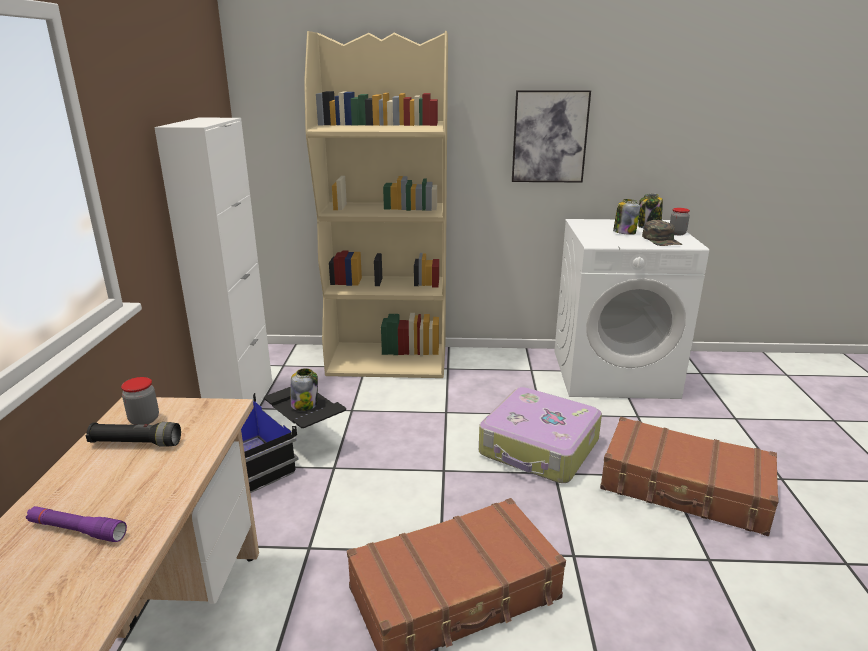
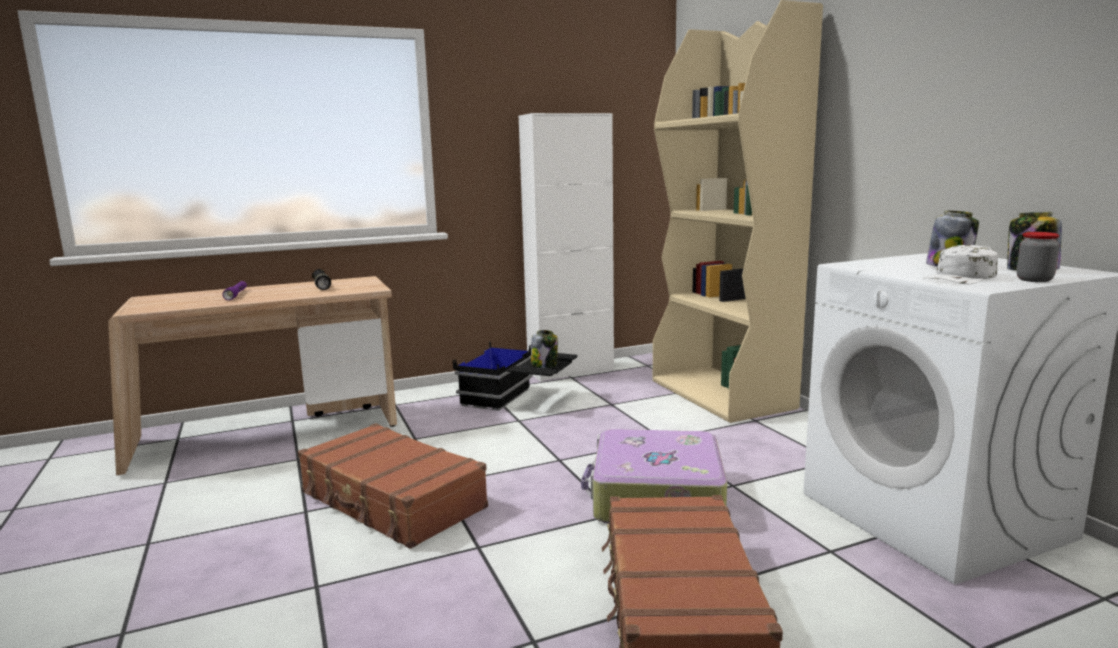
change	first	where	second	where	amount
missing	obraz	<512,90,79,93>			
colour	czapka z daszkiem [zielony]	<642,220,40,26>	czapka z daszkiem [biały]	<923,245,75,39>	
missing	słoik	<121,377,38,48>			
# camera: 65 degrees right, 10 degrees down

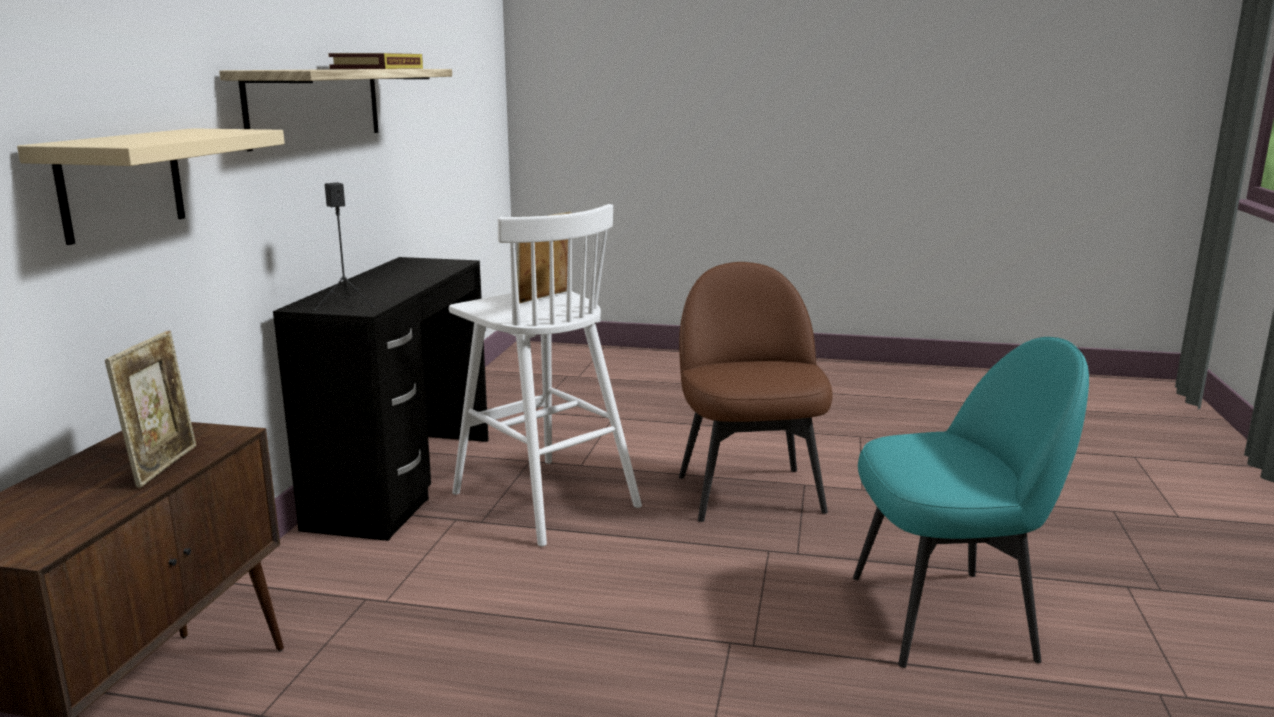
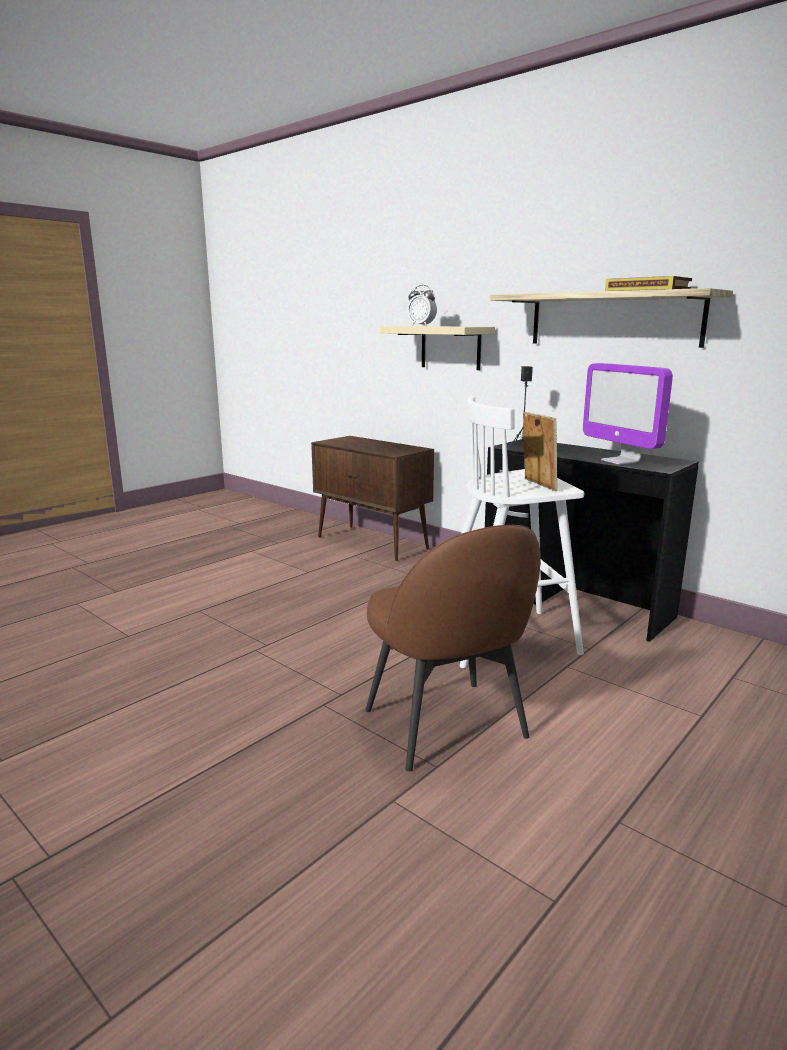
change	first	where	second	where	amount
spun	krzesło [brązowy]	<679,262,154,260>		<365,525,176,247>	45 degrees clockwise
missing	ramka na zdjęcie	<105,330,91,158>			
missing	krzesło [turkusowy]	<853,337,236,331>			
appeared			budzik	<407,285,30,41>	
appeared			monitor	<583,363,90,102>	
# camera: 120 degrees right, 0 degrees up

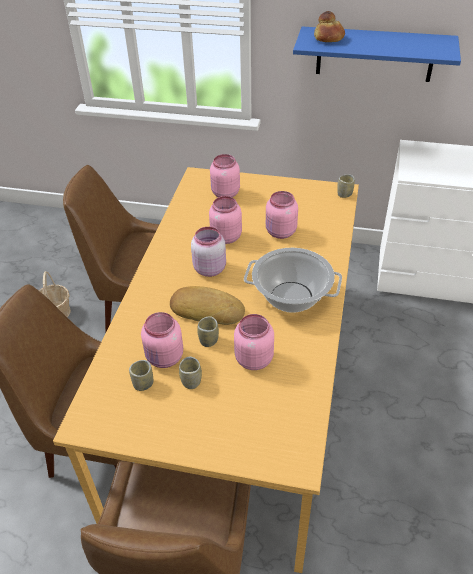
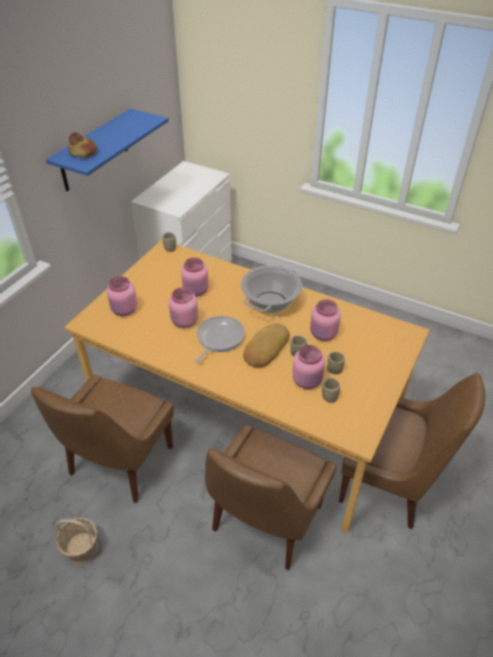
change	first	where	second	where	amount
exchanged	słoik [różowy]	<191,227,35,50>	patelnia	<195,316,50,48>	
# camera: 75 degrees left, 0 degrees up

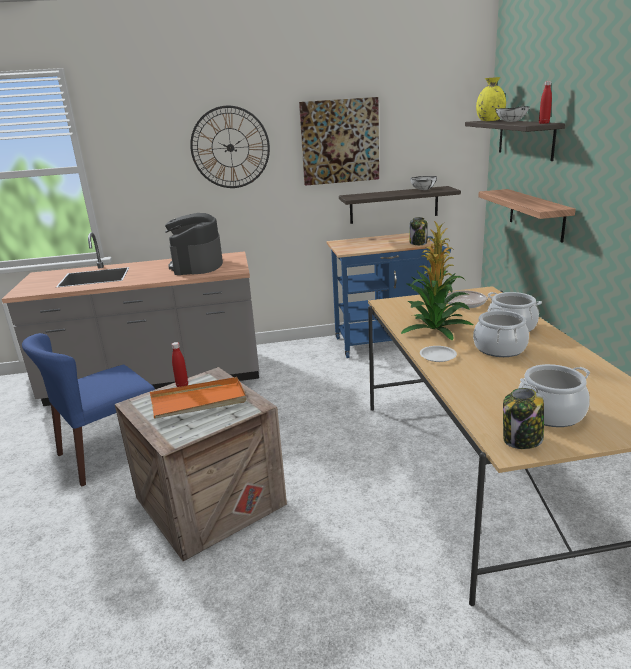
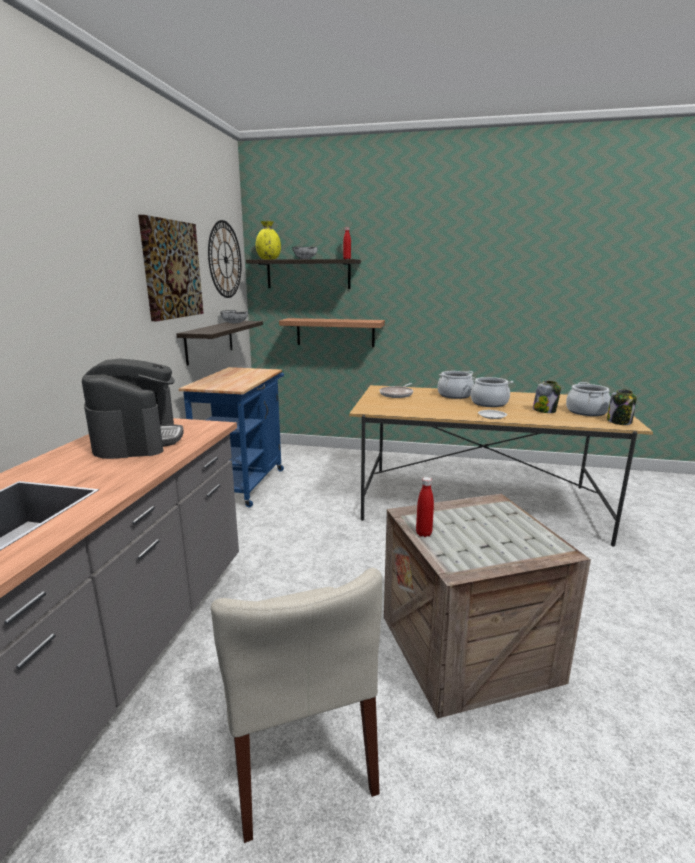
change	first	where	second	where	amount
relocated	zegar ścienny	<190,106,80,82>		<208,220,33,78>	
spun	ekspres do kawy	<165,213,58,62>		<82,359,102,100>	120 degrees counterclockwise
relocated	słoik	<409,217,19,28>		<533,381,28,32>	
missing	roślina doniczkowa	<401,221,72,120>			
colour	krzesło [niebieski]	<22,333,133,154>	krzesło [beżowy]	<211,568,171,275>	
missing	taca [pomarańczowy]	<150,377,97,42>			
# camera: 70 degrees left, 5 degrees down

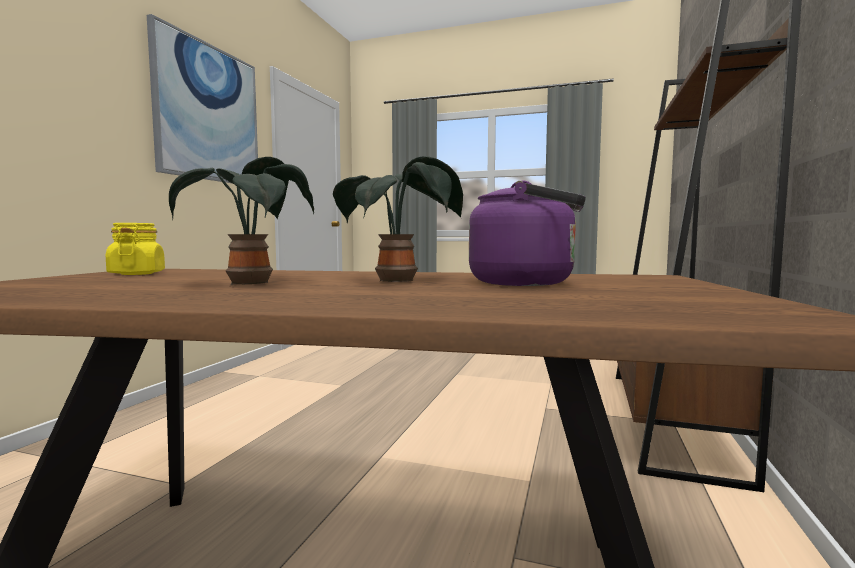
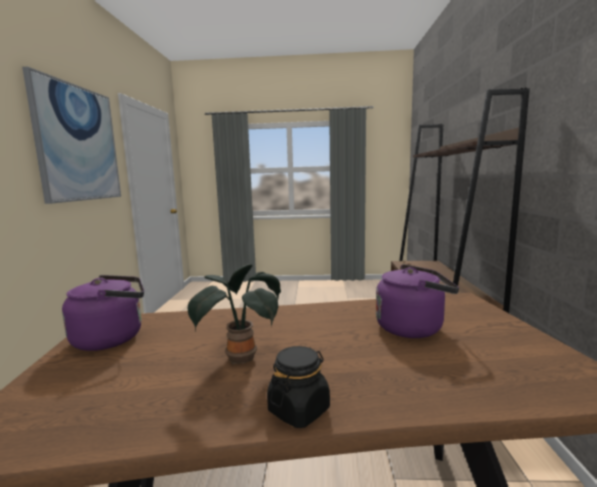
change	first	where	second	where	amount
missing	roślina doniczkowa	<333,157,130,125>			
exchanged	słoik [żółty]	<106,223,59,52>	czajnik [fioletowy]	<62,275,82,76>	
appeared			słoik [czarny]	<267,346,63,82>	
# camera: 15 degrees left, 5 degrees up

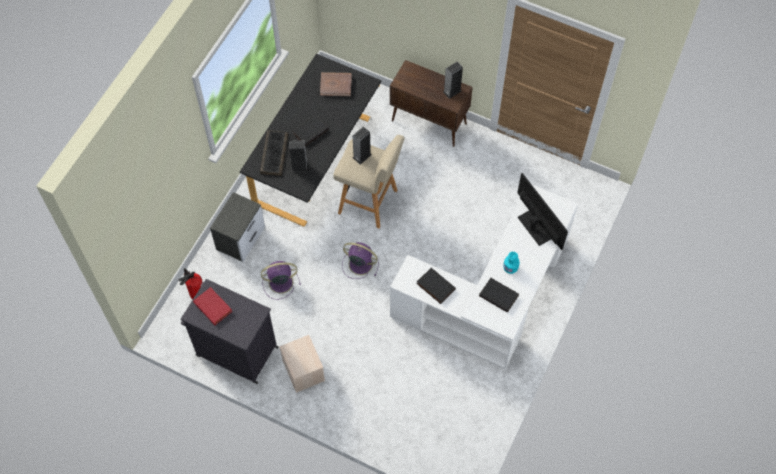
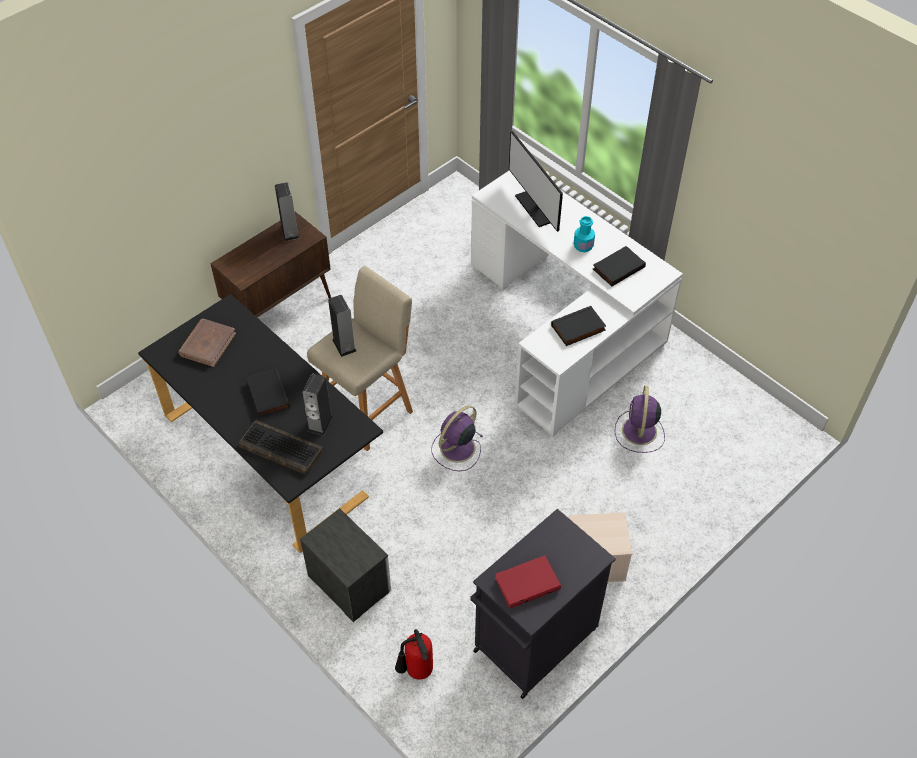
change	first	where	second	where	amount
spun	monitor	<517,173,51,77>		<509,131,54,101>	105 degrees counterclockwise
relocated	wentylator [fioletowy]	<261,261,40,39>		<615,385,50,68>	
# camera: 70 degrees left, 10 degrees down

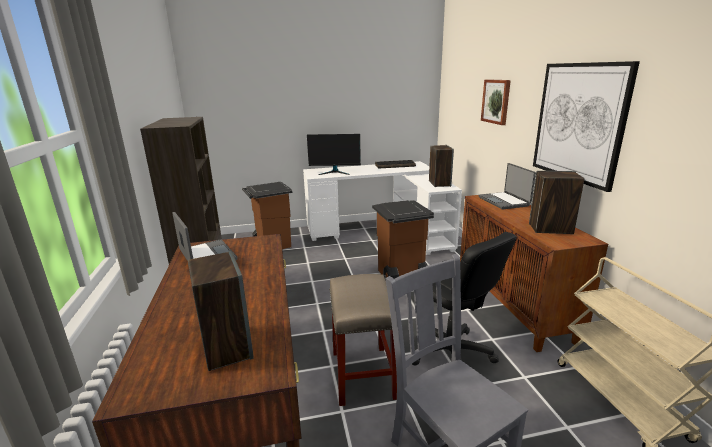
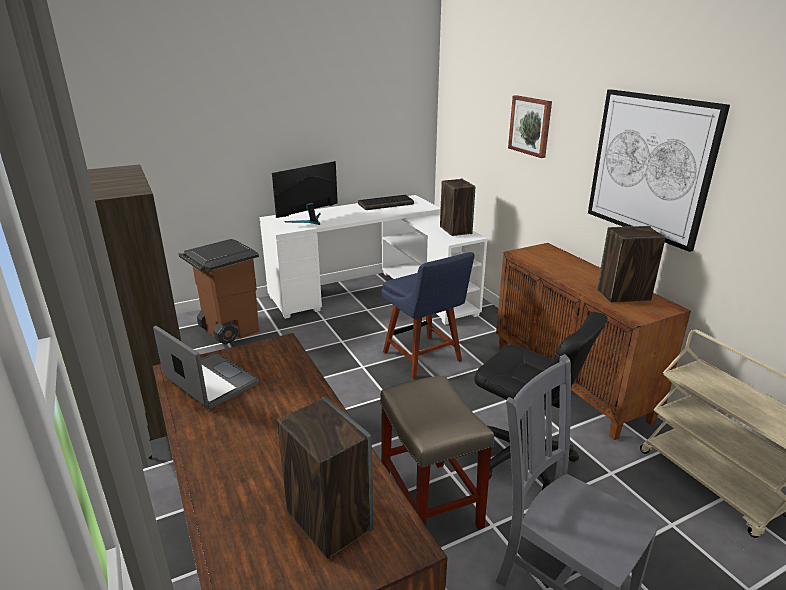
change	first	where	second	where	amount
spun	monitor	<307,134,54,41>		<272,161,66,64>	150 degrees clockwise
missing	laptop	<478,163,58,46>			
exchanged	kosz na śmieci [brązowy]	<372,200,62,81>	krzesło [niebieski]	<381,252,94,127>	
# camera: 15 degrees left, 5 degrees up

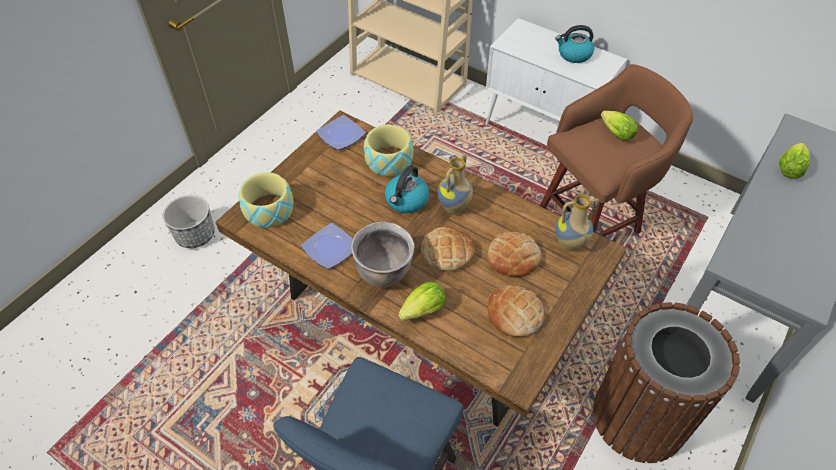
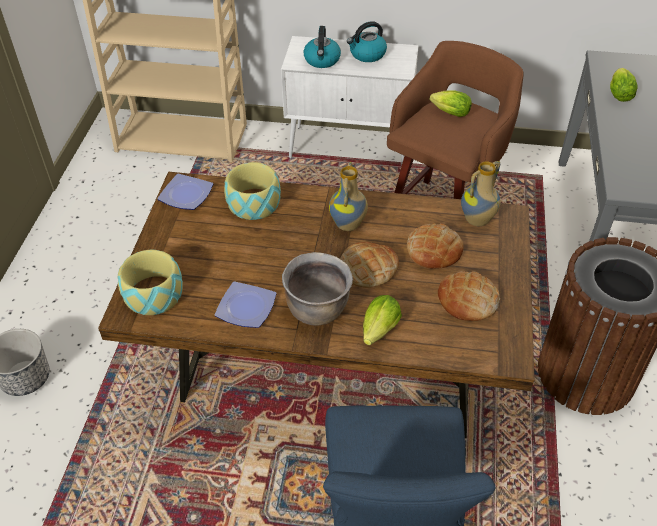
change	first	where	second	where	amount
relocated	czajnik	<385,165,44,48>		<304,26,37,42>	
# camera: 25 degrees left, 5 degrees down

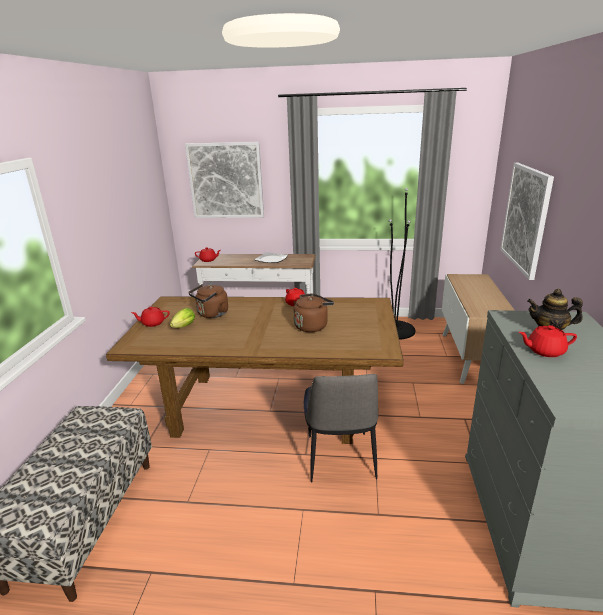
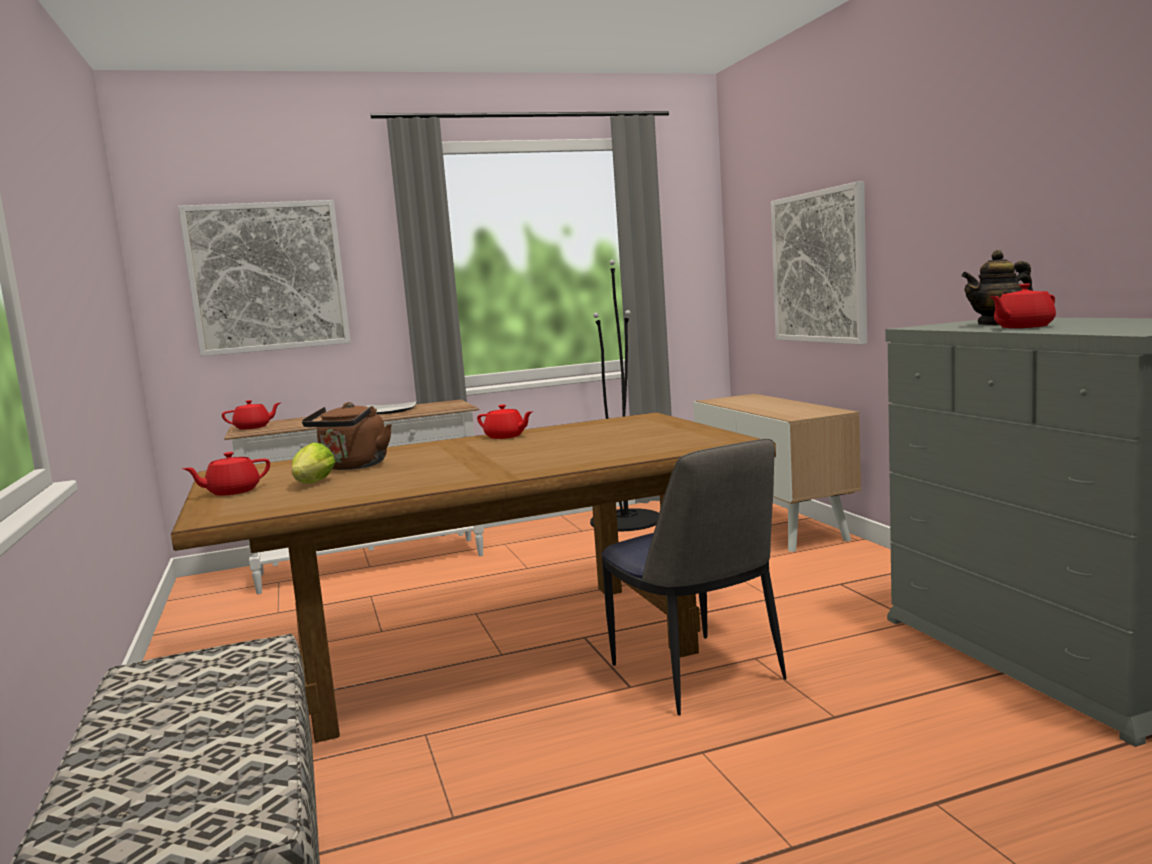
change	first	where	second	where	amount
missing	czajnik [brązowy]	<293,293,41,39>			
# camera: 25 degrees left, 15 degrees down

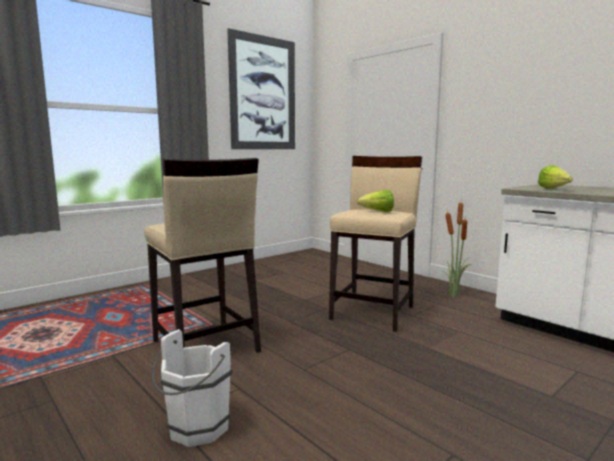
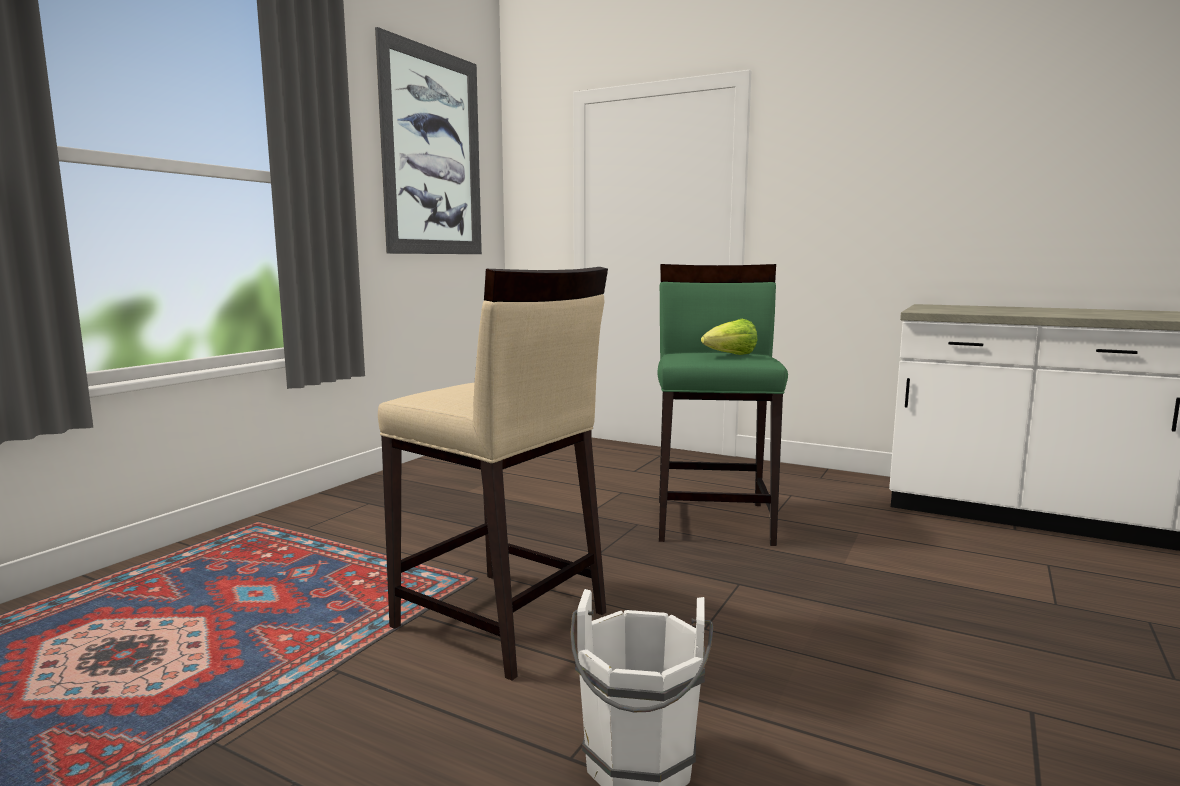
change	first	where	second	where	amount
colour	stołek [beżowy]	<329,156,93,176>	stołek [zielony]	<658,264,130,282>	
missing	sałata	<538,165,35,24>			
missing	roślina doniczkowa	<440,203,31,95>			
# camera: 20 degrees left, 0 degrees up

